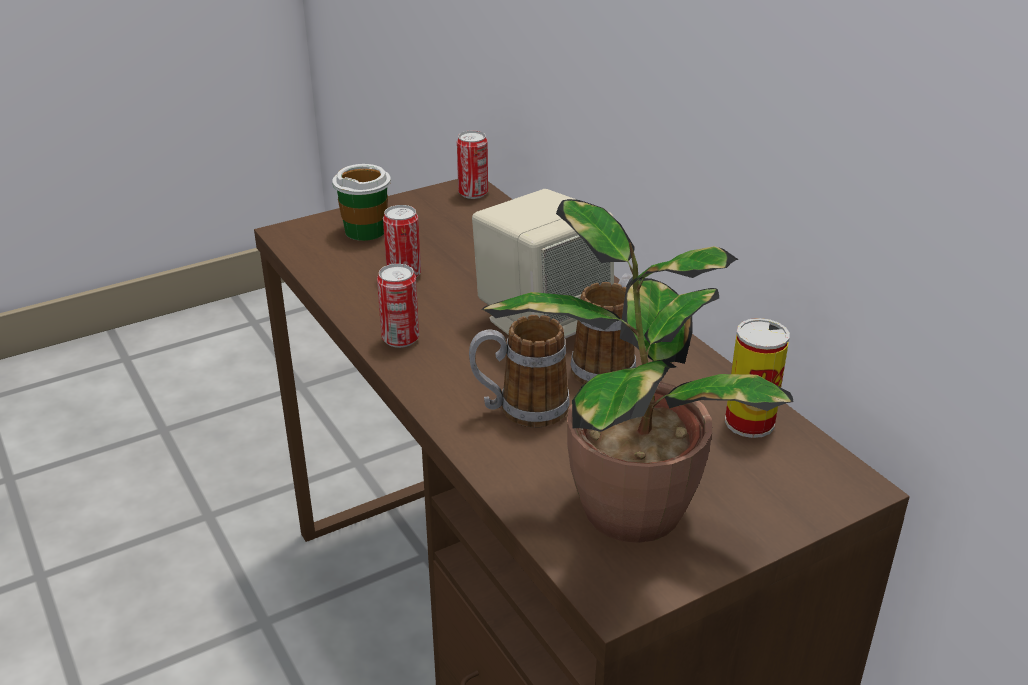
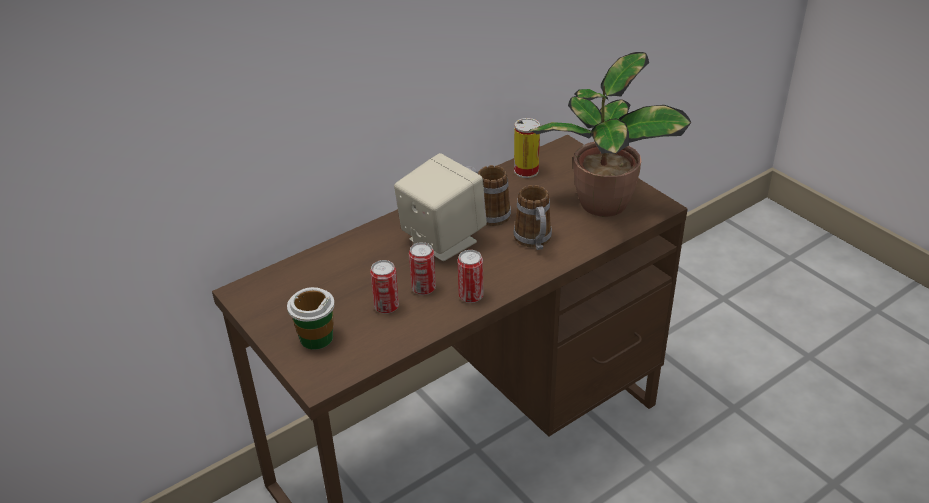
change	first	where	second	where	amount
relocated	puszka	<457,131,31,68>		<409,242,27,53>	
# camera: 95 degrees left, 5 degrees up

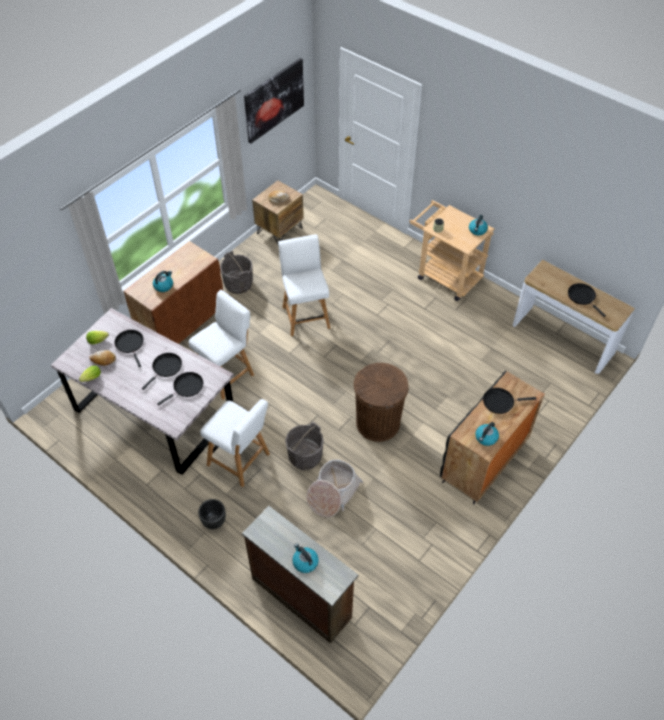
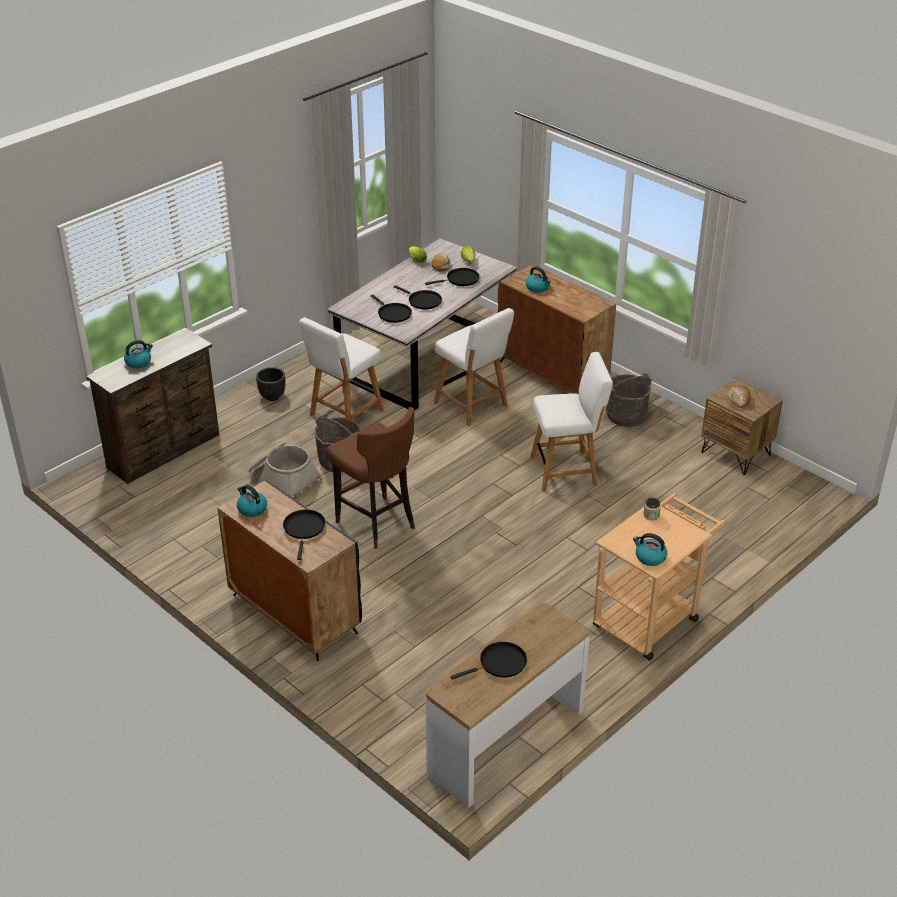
change	first	where	second	where	amount
missing	obraz	<244,58,60,86>			
exchanged	kosz na śmieci [brązowy]	<354,363,55,79>	stołek [brązowy]	<326,407,89,142>	
# camera: 95 degrees right, 15 degrees down

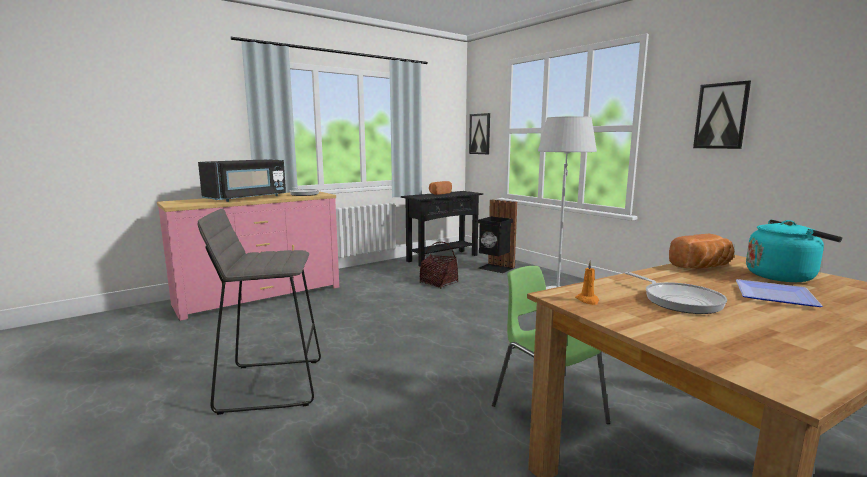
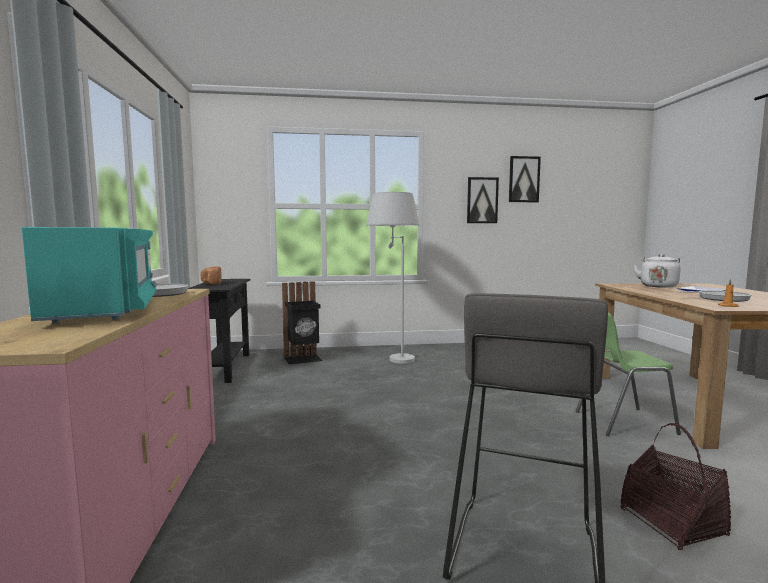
change	first	where	second	where	amount
relocated	obraz	<469,113,21,41>		<509,156,32,46>	
colour	mikrofalówka [czarny]	<198,159,88,43>	mikrofalówka [turkusowy]	<22,227,135,96>	
colour	czajnik [turkusowy]	<746,220,97,62>	czajnik [biały]	<633,254,48,34>	
missing	chleb	<669,234,66,35>			
relocated	koszyk	<420,242,38,47>		<620,423,111,127>	
# camera: 60 degrees left, 5 degrees down

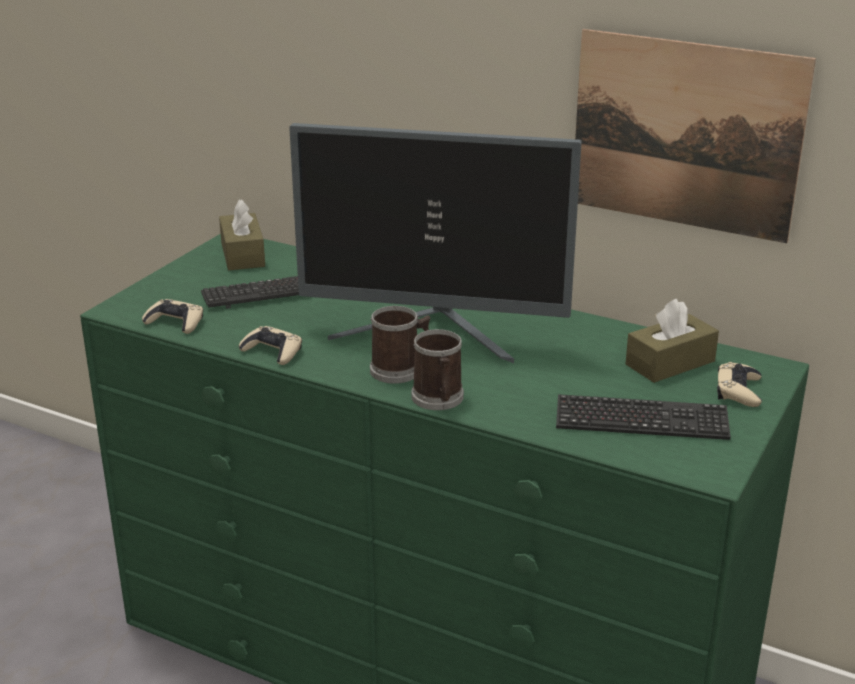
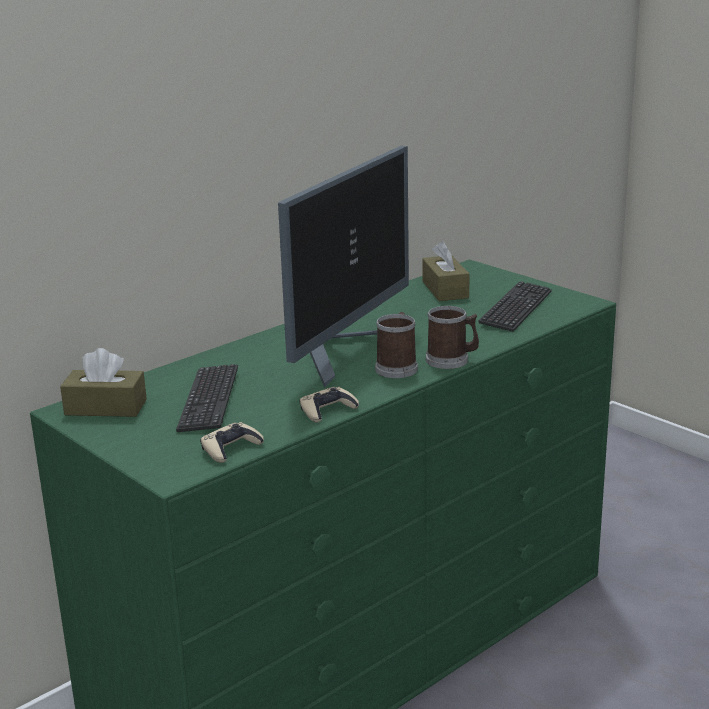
change	first	where	second	where	amount
missing	obraz	<575,29,241,214>			
missing	pad do gier [beżowy]	<717,362,45,45>			
# camera: 70 degrees left, 5 degrees down

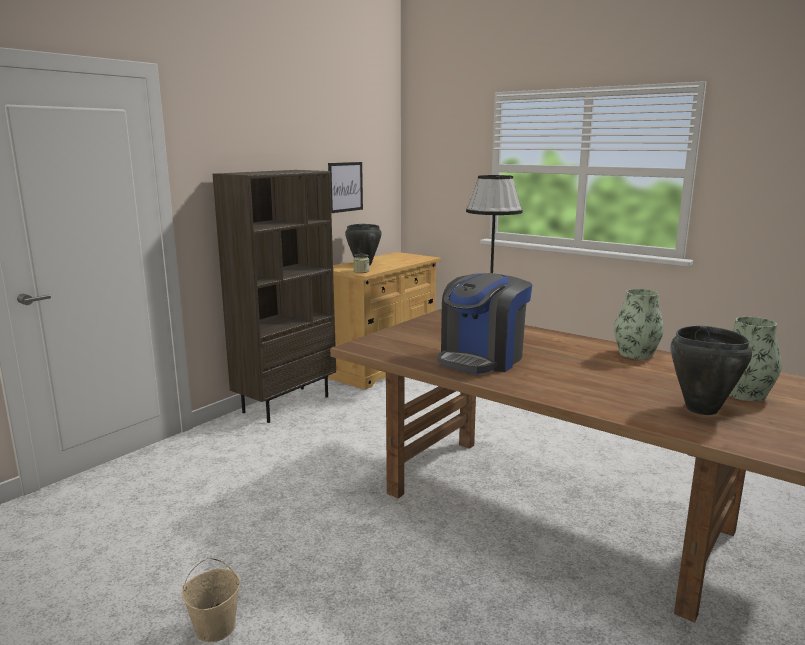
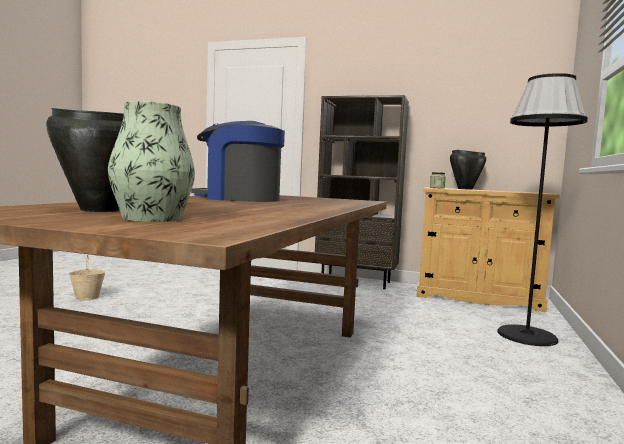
change	first	where	second	where	amount
missing	obraz	<328,162,35,51>			
missing	wazon	<614,289,50,70>			
# camera: 70 degrees right, 10 degrees down

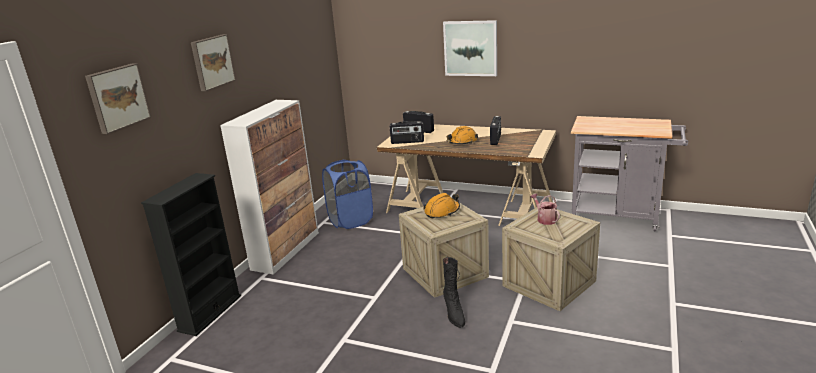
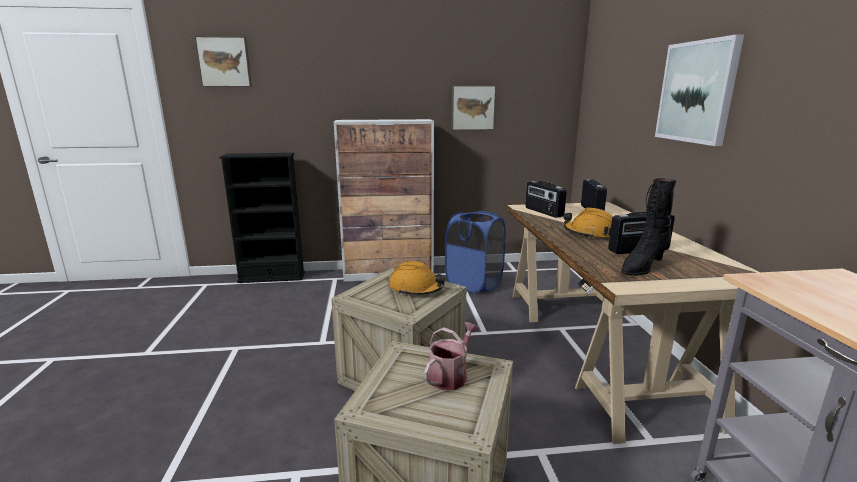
change	first	where	second	where	amount
relocated	obraz	<191,34,45,57>		<451,85,45,45>	
relocated	but z cholewką [czarny]	<443,257,22,71>		<621,178,56,98>	
# camera: 60 degrees right, 5 degrees down

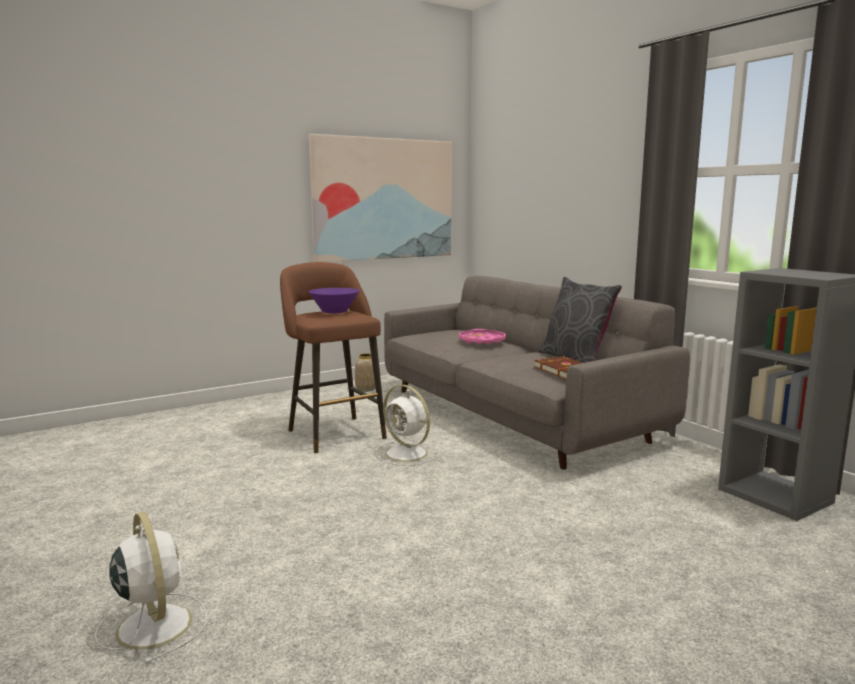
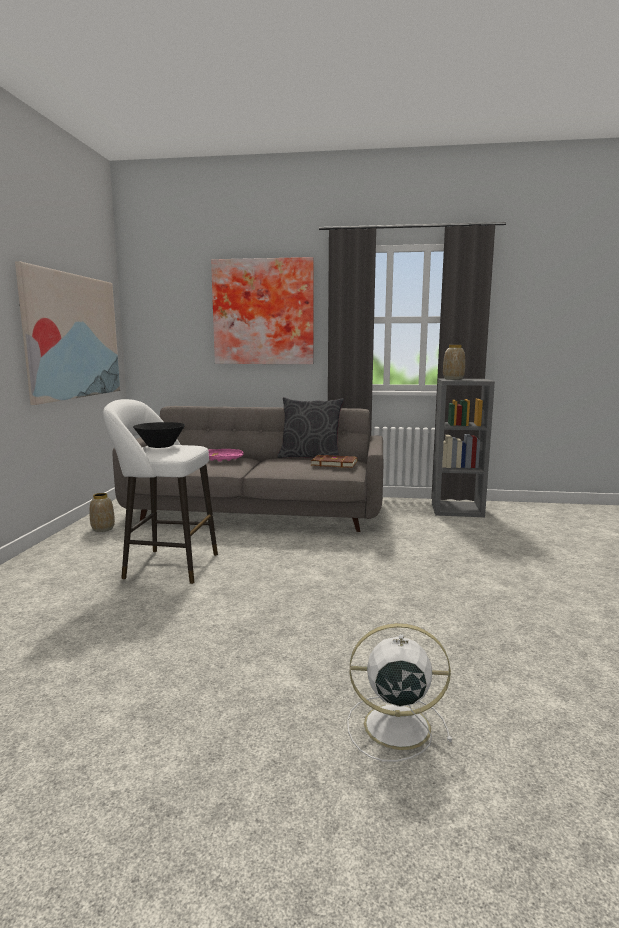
change	first	where	second	where	amount
colour	stołek [brązowy]	<280,262,107,191>	stołek [biały]	<103,399,115,185>	
colour	miska [fioletowy]	<308,288,52,25>	miska [czarny]	<133,422,52,26>	
missing	wentylator [biały]	<376,385,64,81>			
appeared			obraz	<211,257,103,107>	
appeared			wazon	<443,345,22,35>	
# camera: 50 degrees left, 0 degrees up

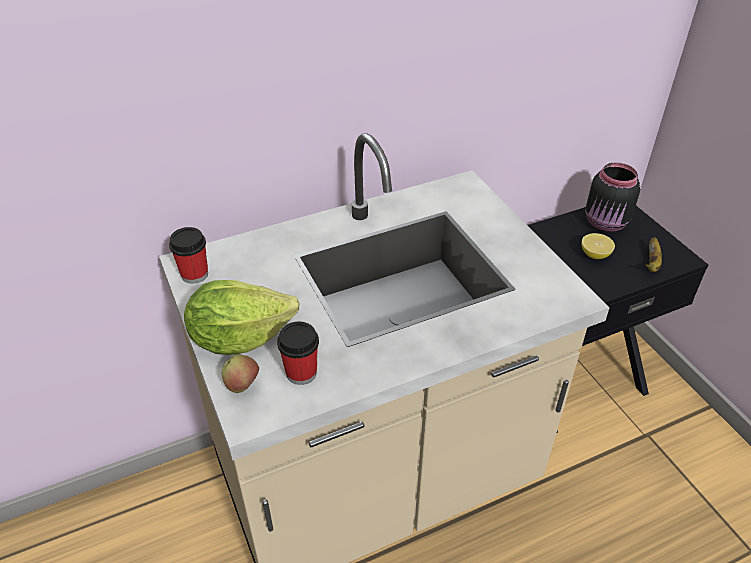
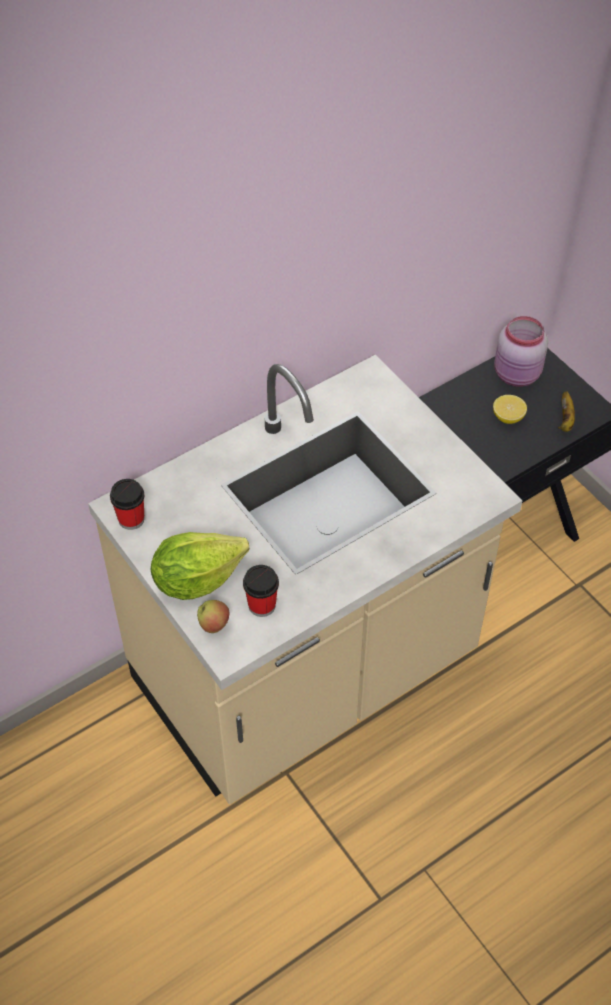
change	first	where	second	where	amount
colour	słoik [czarny]	<585,163,56,69>	słoik [różowy]	<494,316,54,71>	
# camera: 10 degrees left, 10 degrees up

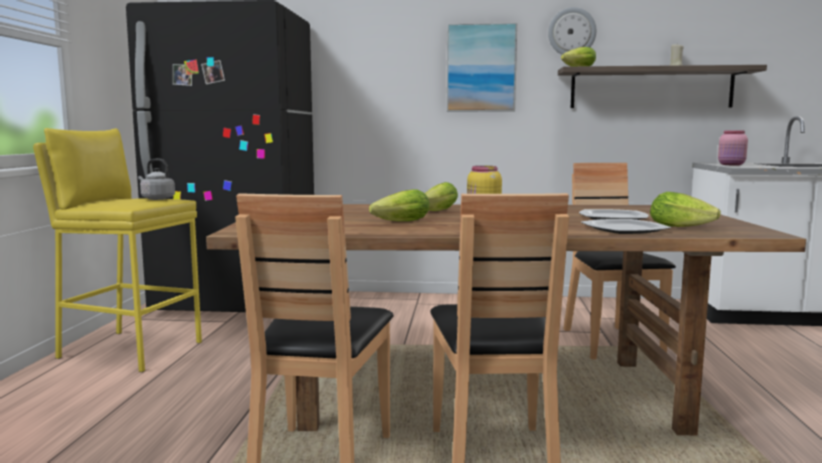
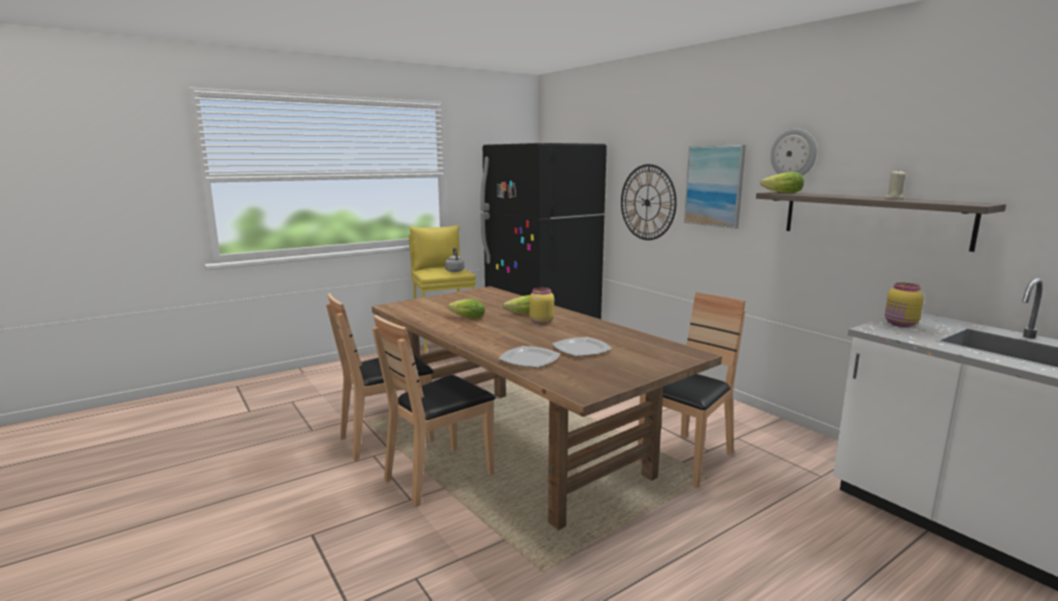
change	first	where	second	where	amount
colour	słoik [różowy]	<718,130,30,35>	słoik [żółty]	<885,283,39,44>	
missing	sałata	<650,192,71,35>			
appeared			zegar ścienny	<621,164,56,76>	
# camera: 50 degrees right, 5 degrees up

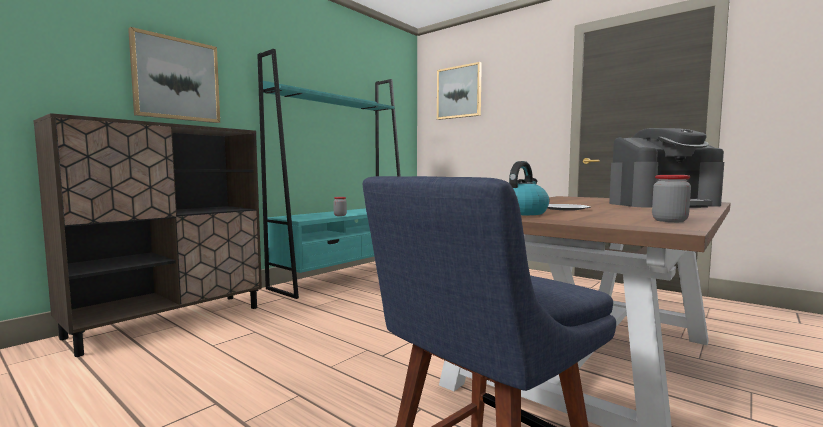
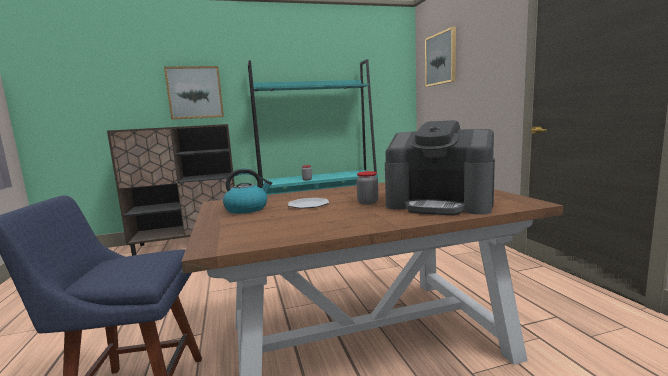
change	first	where	second	where	amount
relocated	słoik	<652,175,39,47>		<356,171,22,34>	
# camera: 35 degrees right, 5 degrees up

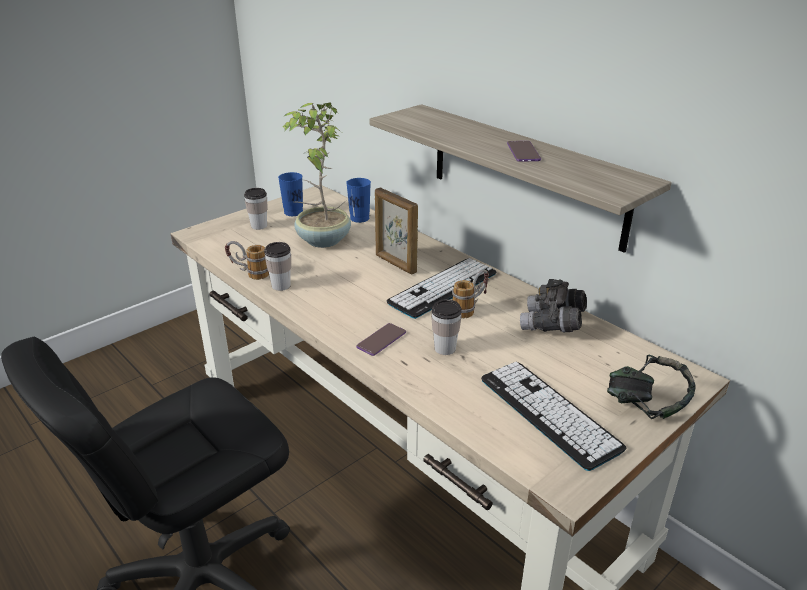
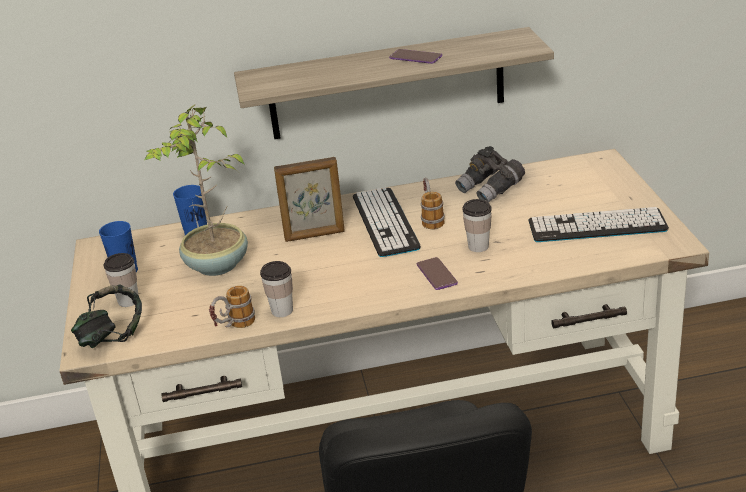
change	first	where	second	where	amount
relocated	słuchawki	<607,355,89,64>		<71,284,71,64>	
# camera: 55 degrees left, 0 degrees up

